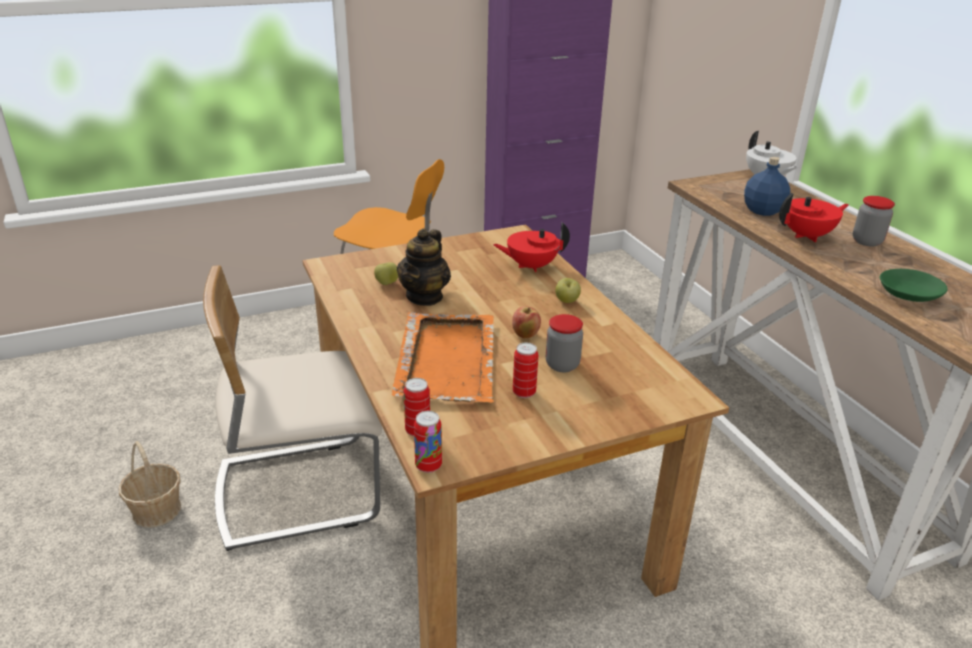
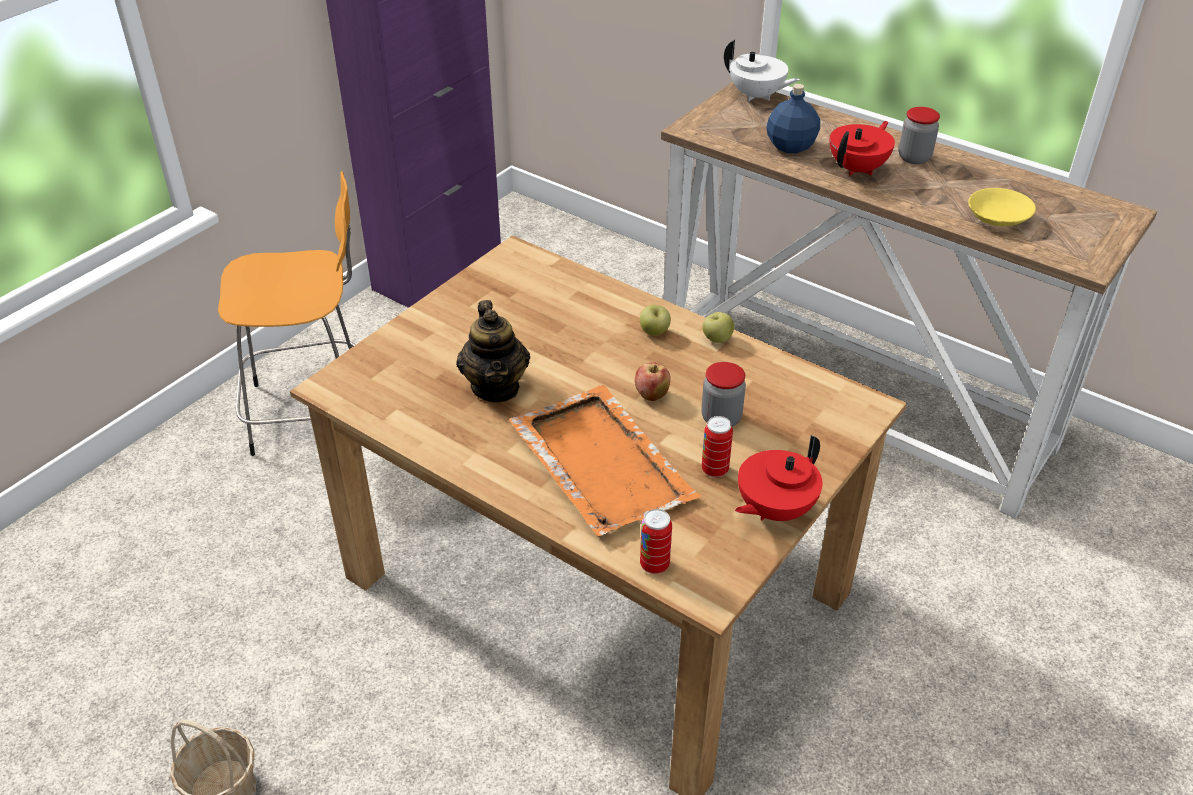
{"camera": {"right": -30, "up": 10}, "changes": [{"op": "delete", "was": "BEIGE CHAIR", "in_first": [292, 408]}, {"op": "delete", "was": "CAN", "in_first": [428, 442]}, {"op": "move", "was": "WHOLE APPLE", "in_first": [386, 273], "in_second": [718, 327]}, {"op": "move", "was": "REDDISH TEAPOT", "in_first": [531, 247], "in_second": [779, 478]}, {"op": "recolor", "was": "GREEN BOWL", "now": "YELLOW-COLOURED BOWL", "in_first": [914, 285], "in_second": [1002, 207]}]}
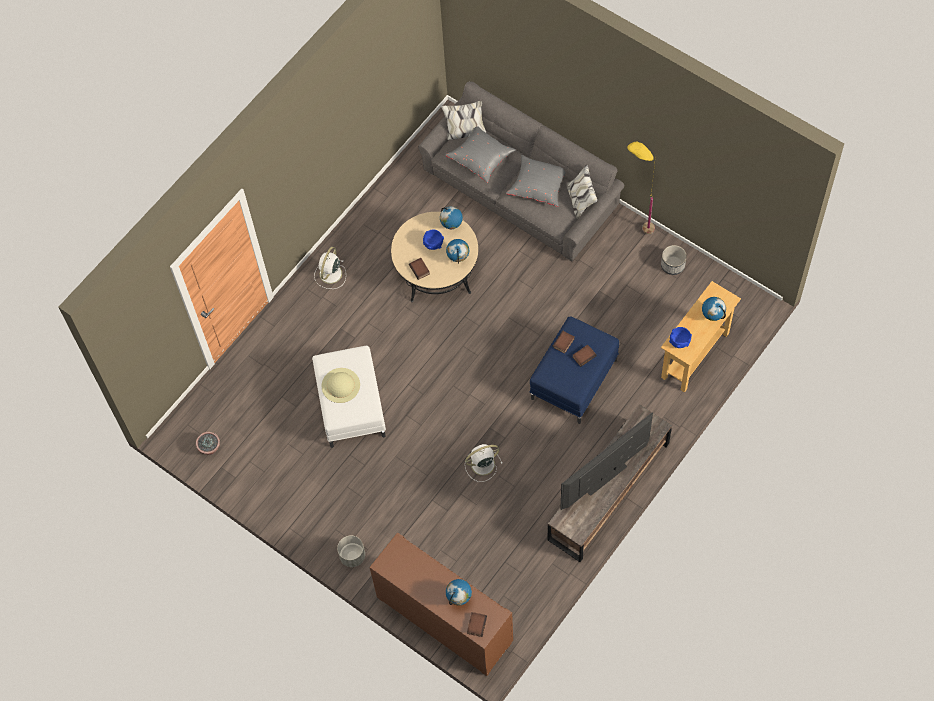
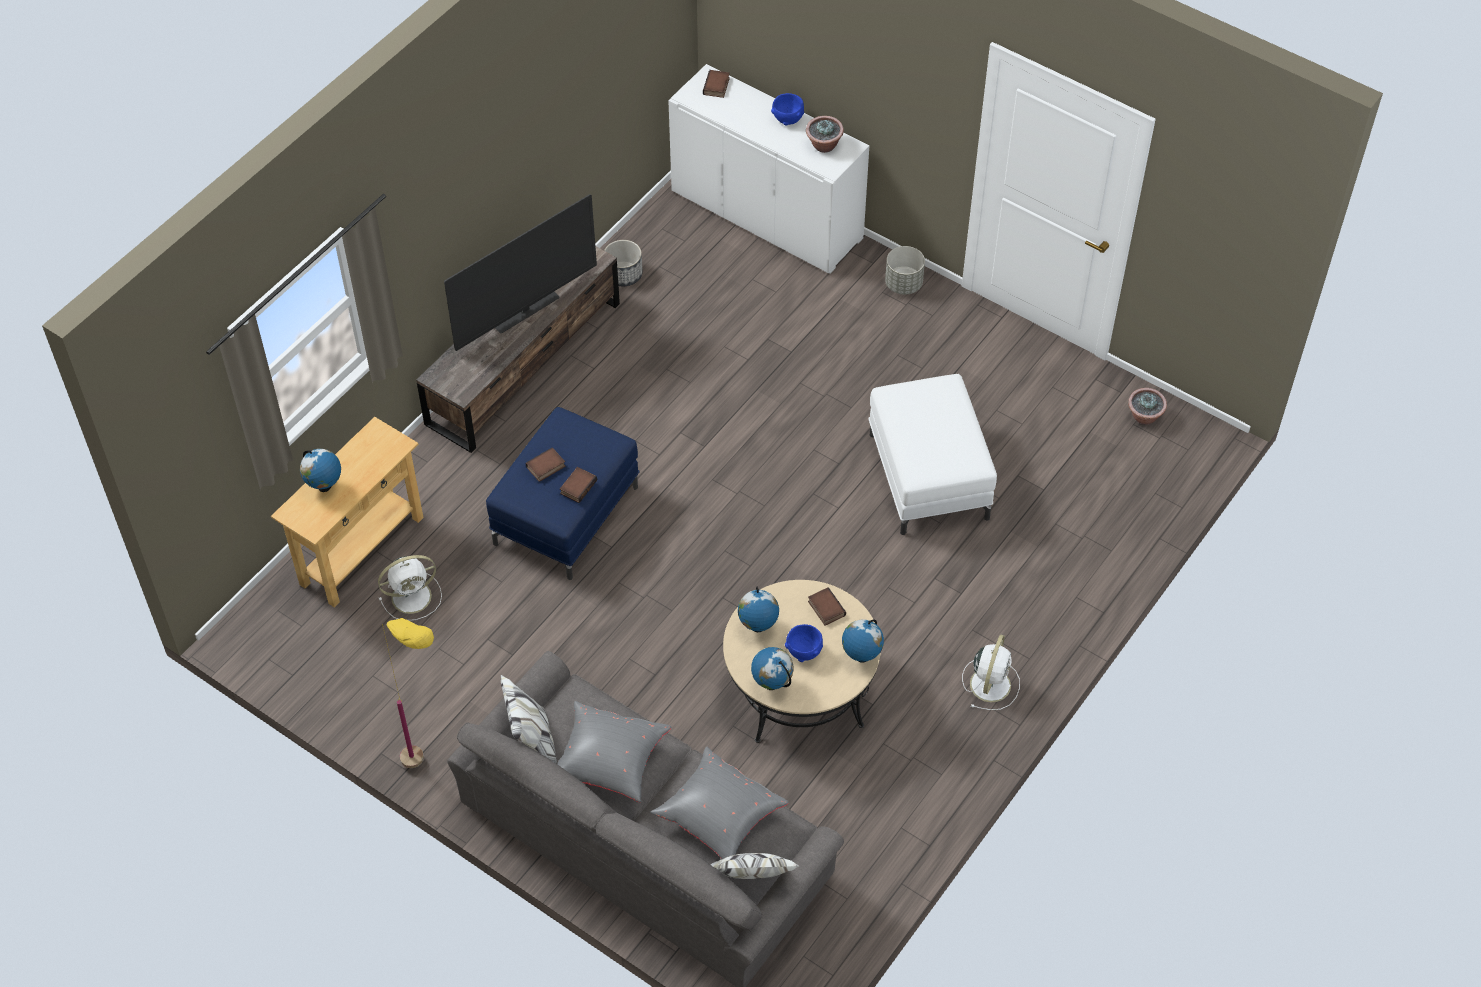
{"camera": {"right": 175, "up": -10}, "changes": [{"op": "delete", "was": "BEIGE CLOTHING HAT", "in_first": [340, 385]}, {"op": "insert", "now": "POTTED PLANT", "in_second": [825, 134]}, {"op": "move", "was": "DESK GLOBE", "in_first": [459, 592], "in_second": [863, 641]}, {"op": "move", "was": "WHITISH FAN", "in_first": [484, 463], "in_second": [410, 588]}, {"op": "move", "was": "FLOWER POT", "in_first": [674, 260], "in_second": [623, 263]}, {"op": "move", "was": "BLUE BOWL", "in_first": [680, 337], "in_second": [787, 109]}, {"op": "recolor", "was": "BROWN-COLOURED CUPBOARD", "now": "WHITISH CUPBOARD", "in_first": [441, 604], "in_second": [768, 169]}]}
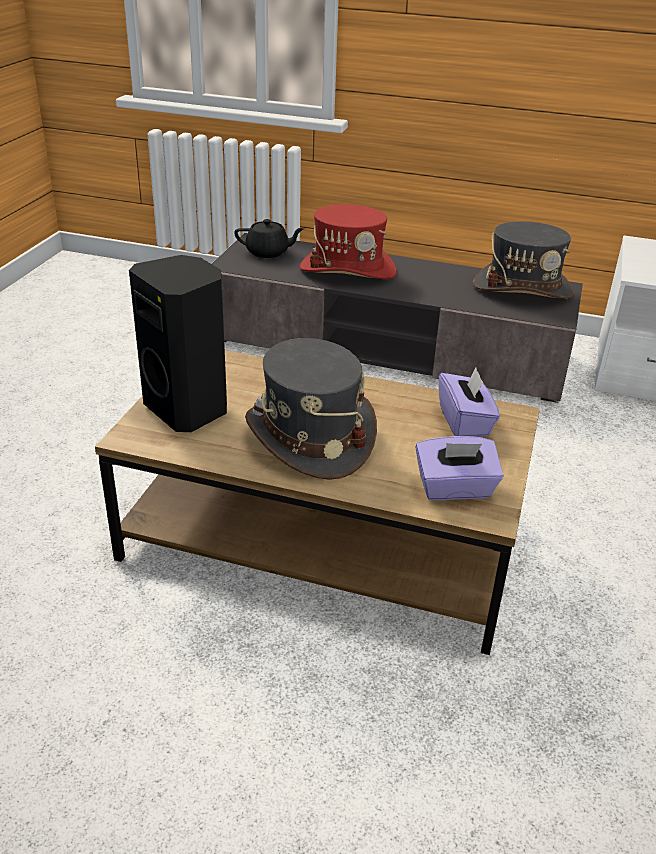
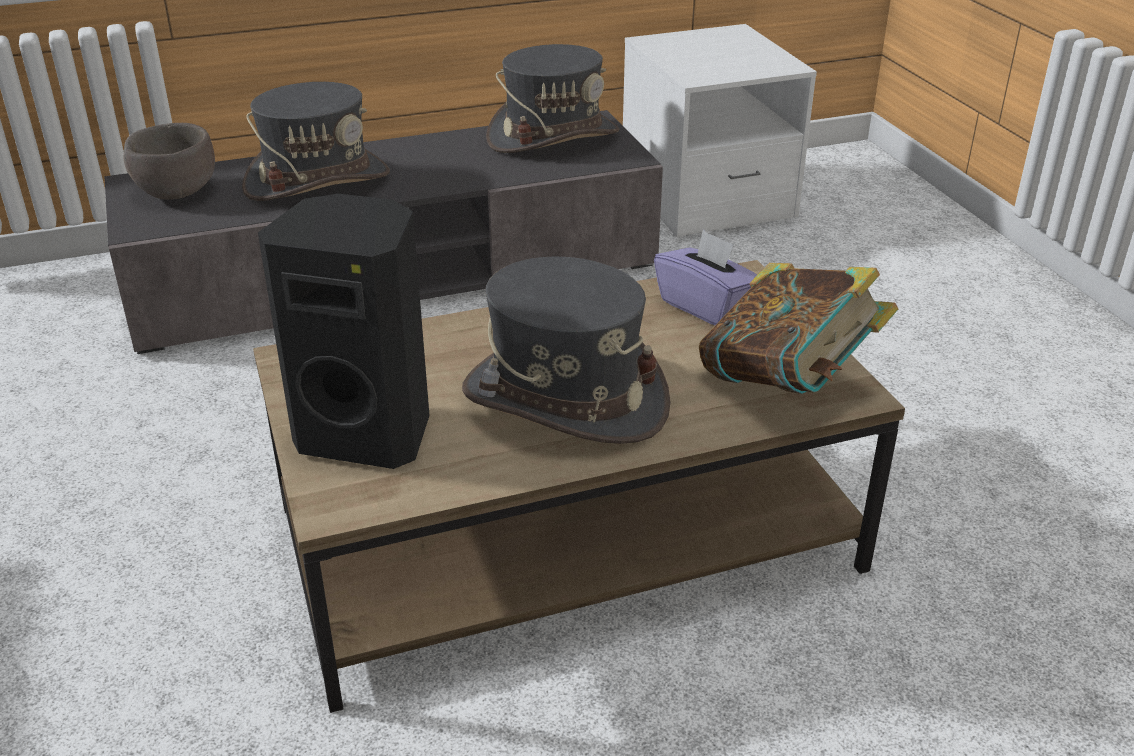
{"camera": {"right": -35, "up": 0}, "changes": [{"op": "replace", "was": "BLACK-COLOURED TEAPOT", "now": "BROWN-COLOURED BOWL", "in_first": [269, 238], "in_second": [169, 161]}, {"op": "replace", "was": "PURPLISH TISSUE BOX", "now": "VOLUME", "in_first": [459, 468], "in_second": [798, 328]}, {"op": "recolor", "was": "REDDISH CLOTHING HAT", "now": "GRAY CLOTHING HAT", "in_first": [348, 241], "in_second": [316, 141]}]}
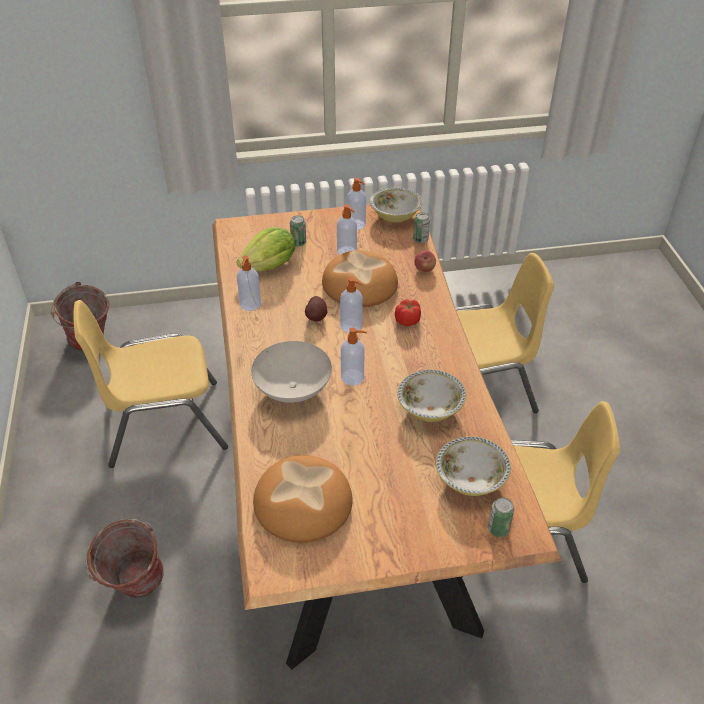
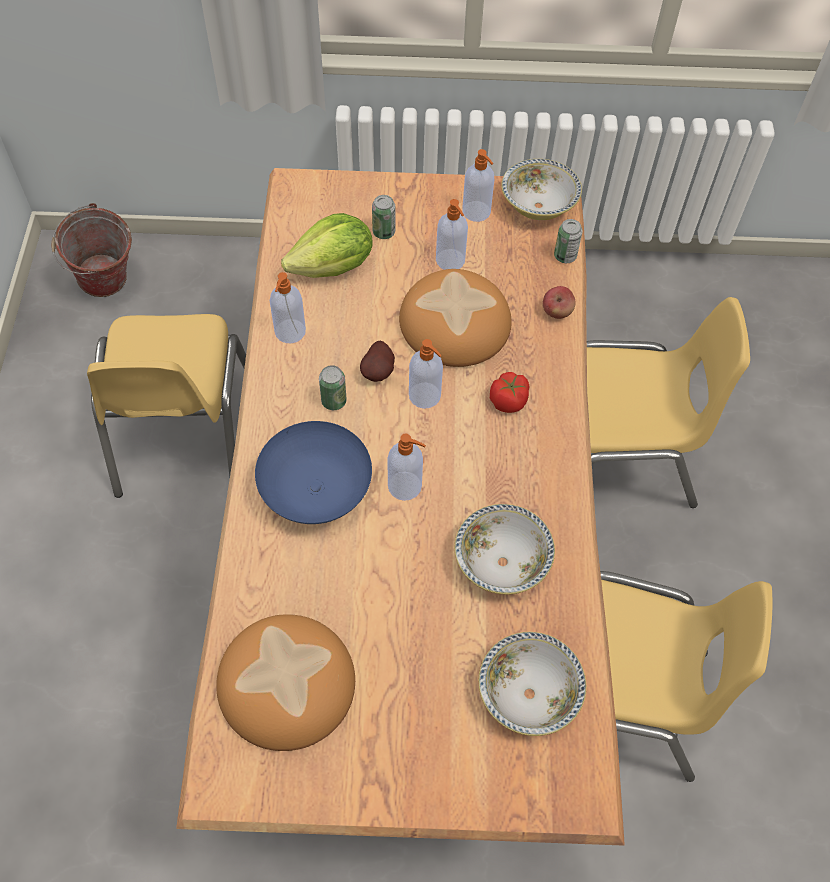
{"camera": {"right": 10, "up": 15}, "changes": [{"op": "delete", "was": "WATER BUCKET", "in_first": [124, 558]}, {"op": "move", "was": "CAN", "in_first": [501, 517], "in_second": [333, 387]}, {"op": "recolor", "was": "WHITISH BOWL", "now": "BLUE BOWL", "in_first": [291, 372], "in_second": [313, 472]}, {"op": "rotate", "was": "YELLOW-COLOURED CHAIR", "in_first": [151, 384], "in_second": [166, 406], "clockwise": -90}]}
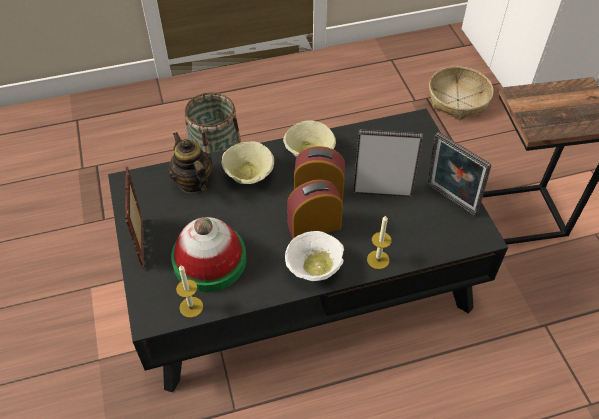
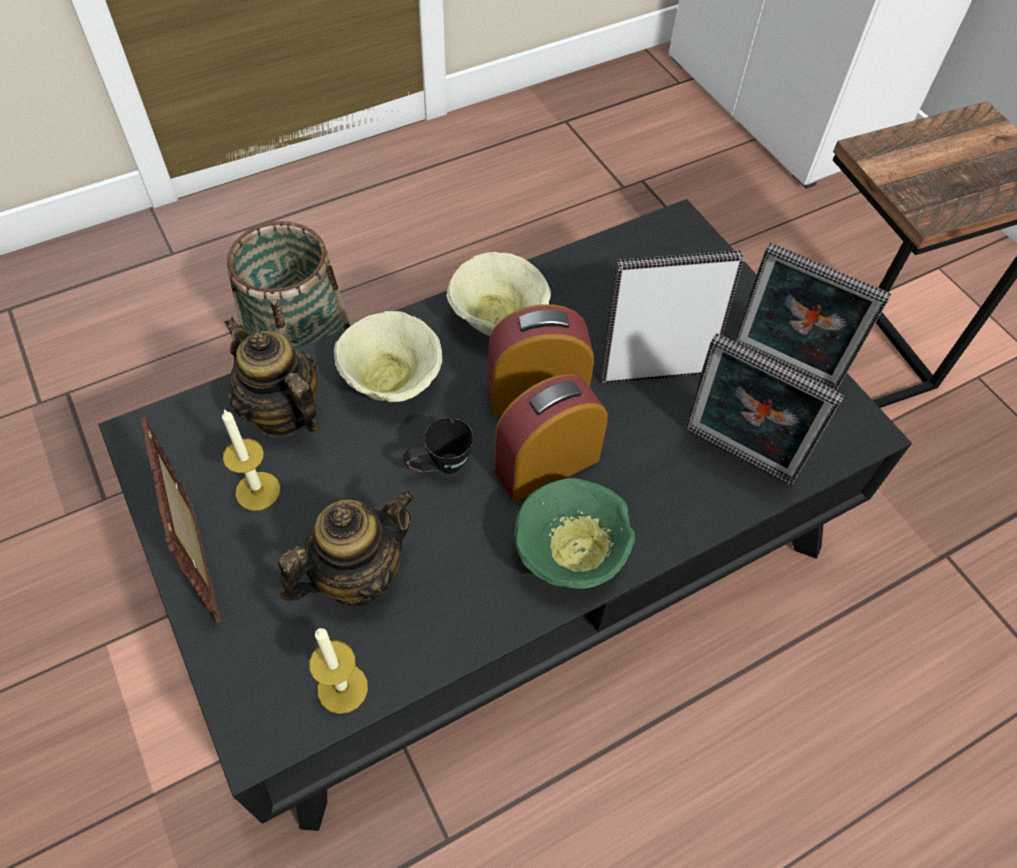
{"camera": {"right": -15, "up": 5}, "changes": [{"op": "delete", "was": "HOUSEHOLD BASKET", "in_first": [461, 93]}, {"op": "insert", "now": "BLACK-COLOURED MUG", "in_second": [438, 446]}, {"op": "insert", "now": "PHOTO FRAME", "in_second": [764, 409]}, {"op": "move", "was": "CANDLE", "in_first": [379, 242], "in_second": [251, 460]}, {"op": "replace", "was": "CLOTHING HAT", "now": "TEAPOT", "in_first": [209, 254], "in_second": [346, 548]}, {"op": "recolor", "was": "WHITISH BOWL", "now": "GREEN BOWL", "in_first": [314, 256], "in_second": [574, 533]}]}
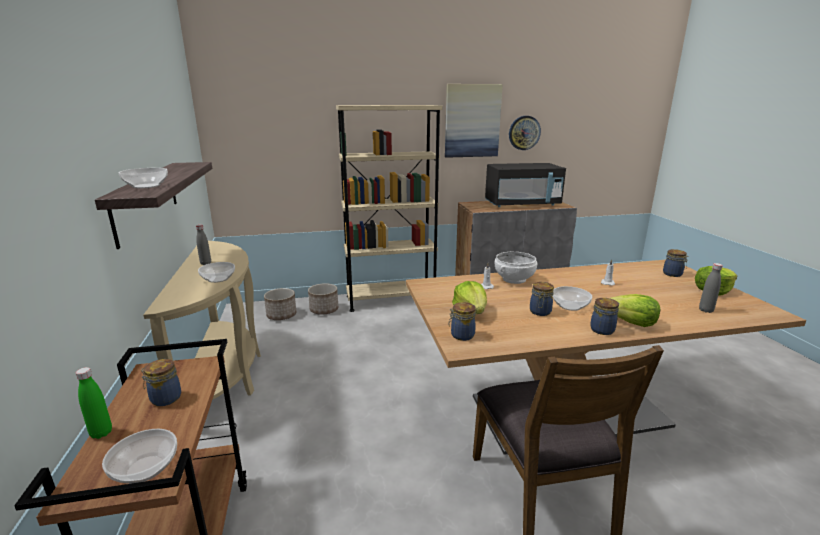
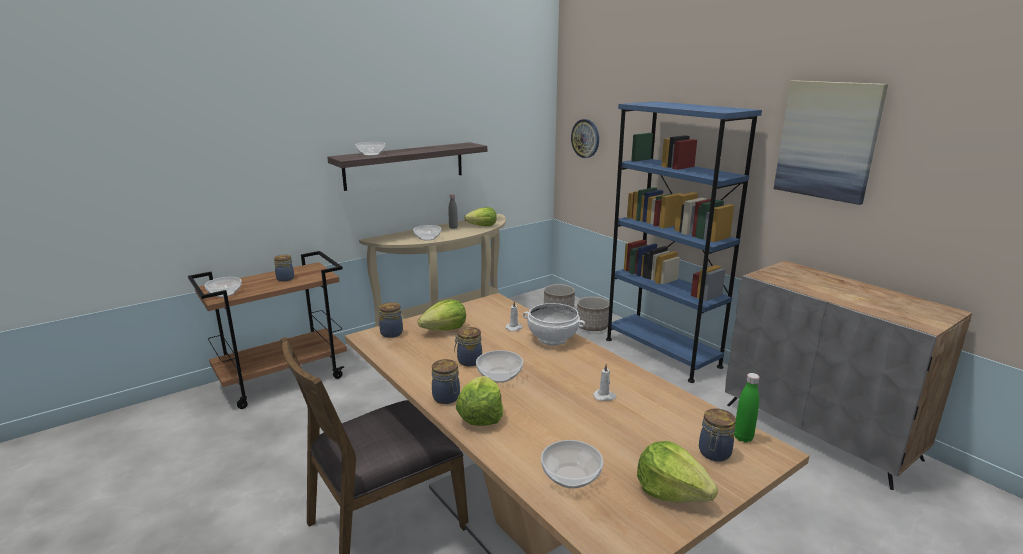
{"camera": {"right": 65, "up": 0}, "changes": [{"op": "delete", "was": "BLACK-COLOURED MICROWAVE OVEN", "in_first": [525, 185]}, {"op": "insert", "now": "LETTUCE HEAD", "in_second": [480, 216]}, {"op": "move", "was": "GREEN DRINK BOTTLE", "in_first": [94, 403], "in_second": [747, 407]}, {"op": "move", "was": "WALL CLOCK", "in_first": [525, 133], "in_second": [585, 138]}, {"op": "replace", "was": "GRAY DRINK BOTTLE", "now": "BOWL", "in_first": [711, 288], "in_second": [572, 464]}, {"op": "recolor", "was": "BEIGE BOOKSHELF", "now": "BLUE BOOKSHELF", "in_first": [389, 208], "in_second": [684, 242]}]}
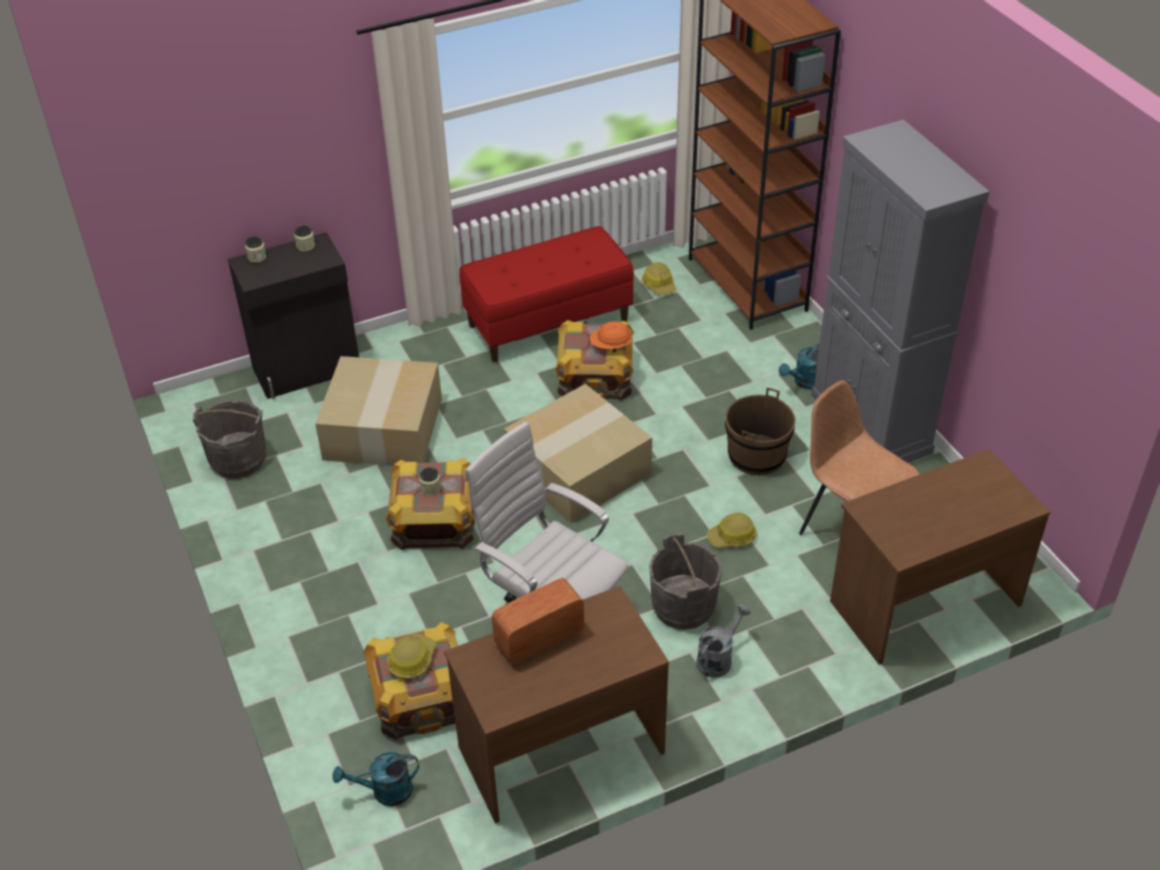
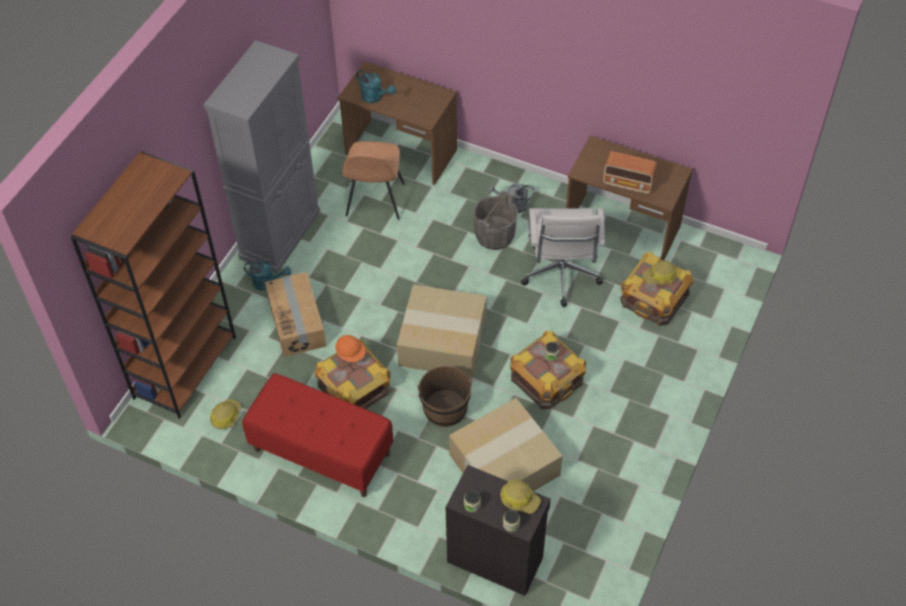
{"camera": {"right": -130, "up": 10}, "changes": [{"op": "delete", "was": "GRAY WATER BUCKET", "in_first": [229, 439]}, {"op": "insert", "now": "PACKING BOX", "in_second": [295, 314]}, {"op": "move", "was": "TURQUOISE WATERING CAN", "in_first": [375, 779], "in_second": [376, 86]}, {"op": "move", "was": "SAFETY HELMET", "in_first": [731, 530], "in_second": [520, 496]}, {"op": "move", "was": "BROWN-COLOURED WATER BUCKET", "in_first": [760, 431], "in_second": [444, 396]}]}
